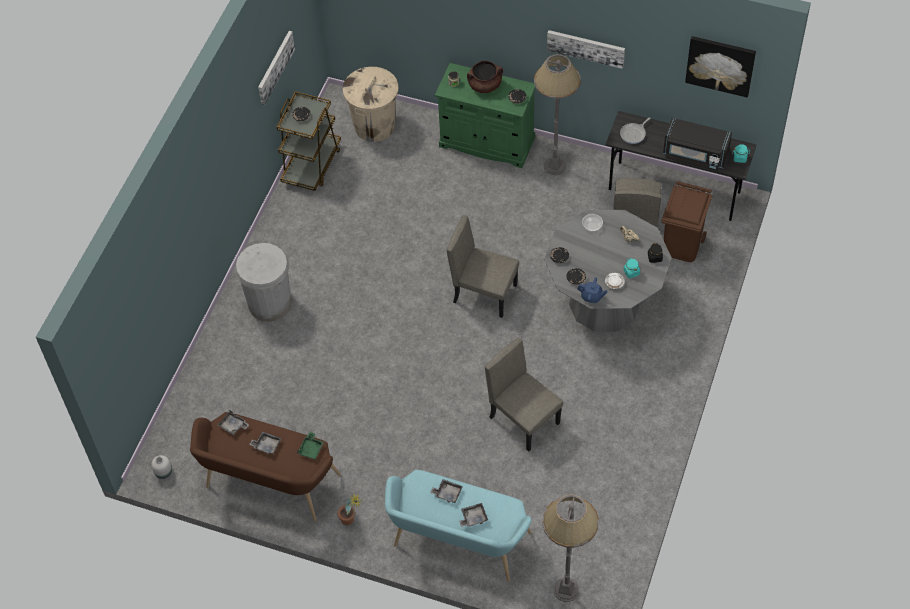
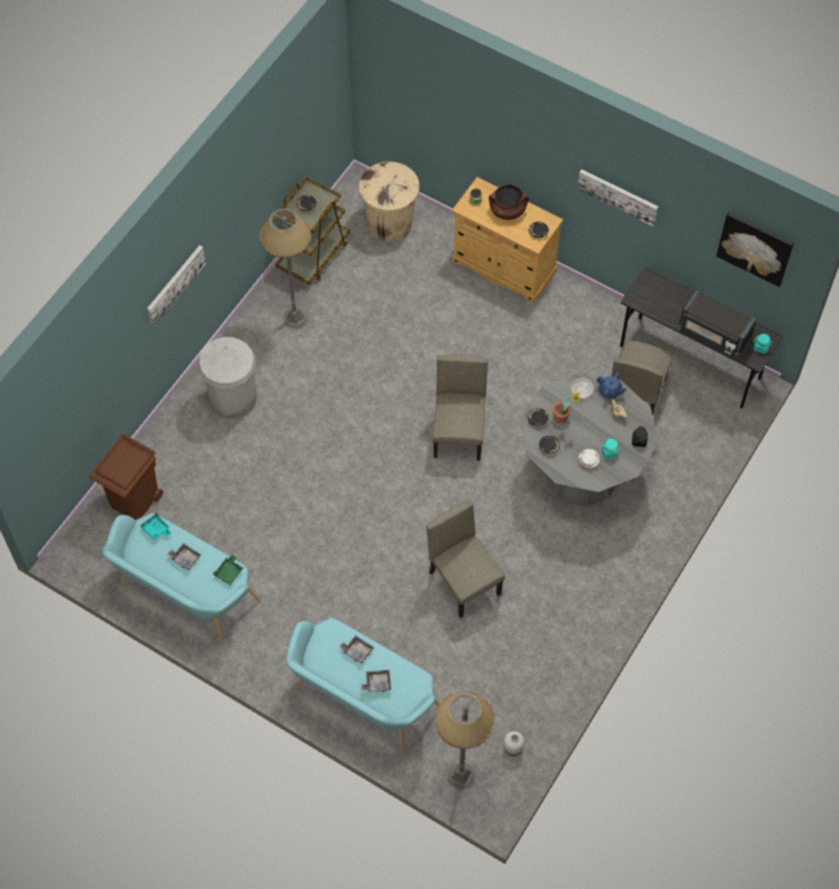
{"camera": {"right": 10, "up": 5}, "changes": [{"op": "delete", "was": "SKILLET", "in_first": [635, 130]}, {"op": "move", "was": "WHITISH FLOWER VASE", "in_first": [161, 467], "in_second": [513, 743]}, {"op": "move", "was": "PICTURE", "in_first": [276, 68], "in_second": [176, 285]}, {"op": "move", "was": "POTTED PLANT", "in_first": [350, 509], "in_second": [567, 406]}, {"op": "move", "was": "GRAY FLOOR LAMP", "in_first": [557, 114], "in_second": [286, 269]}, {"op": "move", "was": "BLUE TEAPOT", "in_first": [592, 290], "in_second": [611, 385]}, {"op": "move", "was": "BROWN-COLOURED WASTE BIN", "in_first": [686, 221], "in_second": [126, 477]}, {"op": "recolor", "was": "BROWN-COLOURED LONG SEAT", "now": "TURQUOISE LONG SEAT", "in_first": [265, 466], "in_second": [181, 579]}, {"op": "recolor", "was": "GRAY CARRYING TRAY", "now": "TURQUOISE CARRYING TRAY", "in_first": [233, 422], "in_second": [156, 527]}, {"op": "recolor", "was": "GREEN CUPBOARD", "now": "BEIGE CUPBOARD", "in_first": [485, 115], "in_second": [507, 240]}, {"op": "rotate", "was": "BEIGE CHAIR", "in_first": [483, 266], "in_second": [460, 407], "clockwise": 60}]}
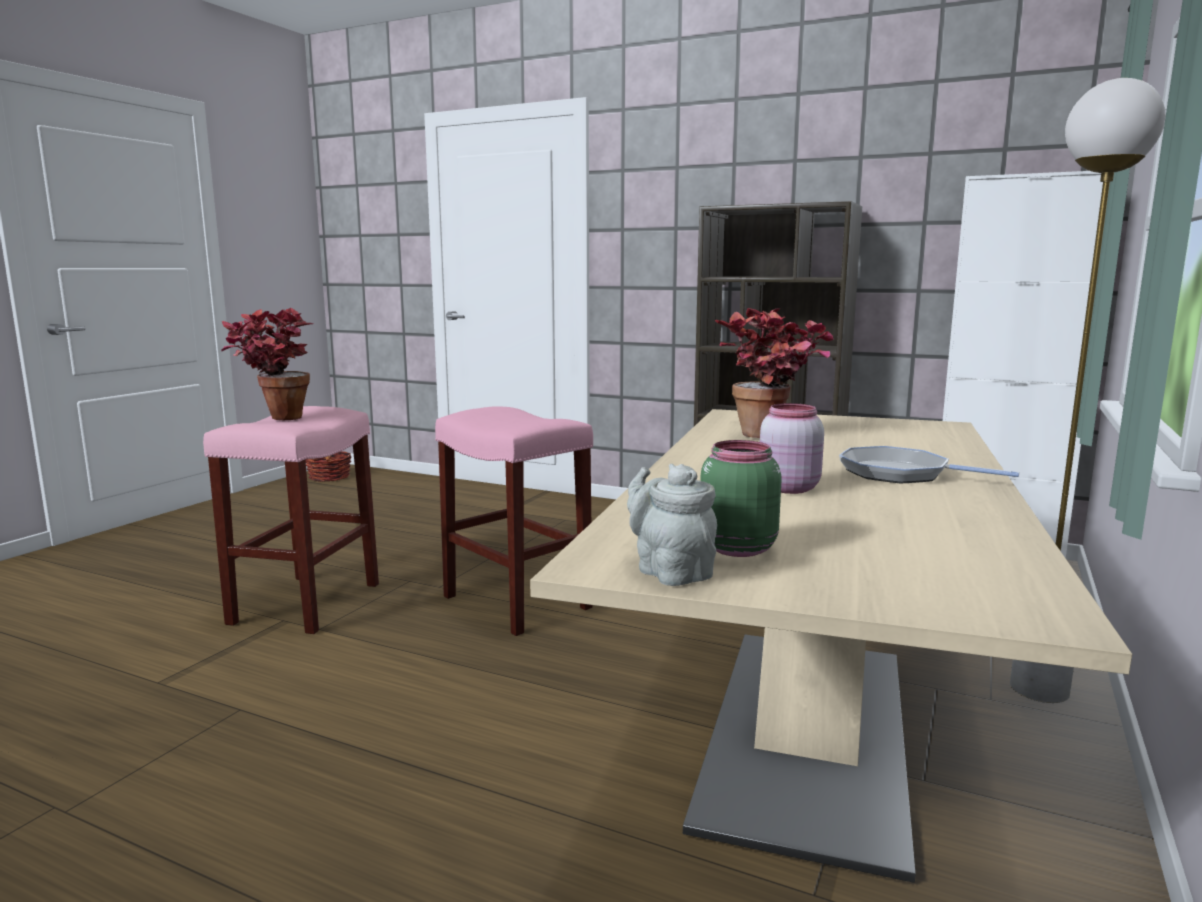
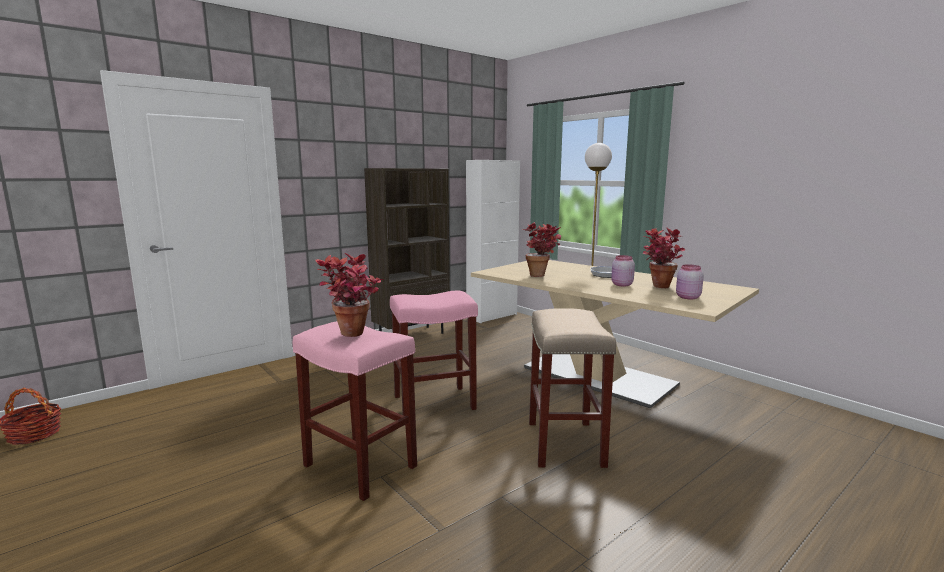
{"camera": {"right": -65, "up": 0}, "changes": [{"op": "delete", "was": "GRAY TEAPOT", "in_first": [672, 525]}, {"op": "insert", "now": "BEIGE SITTING STOOL", "in_second": [572, 388]}, {"op": "insert", "now": "POTTED PLANT", "in_second": [664, 258]}, {"op": "recolor", "was": "GREEN STORAGE JAR", "now": "PINK-COLOURED STORAGE JAR", "in_first": [741, 498], "in_second": [690, 281]}]}
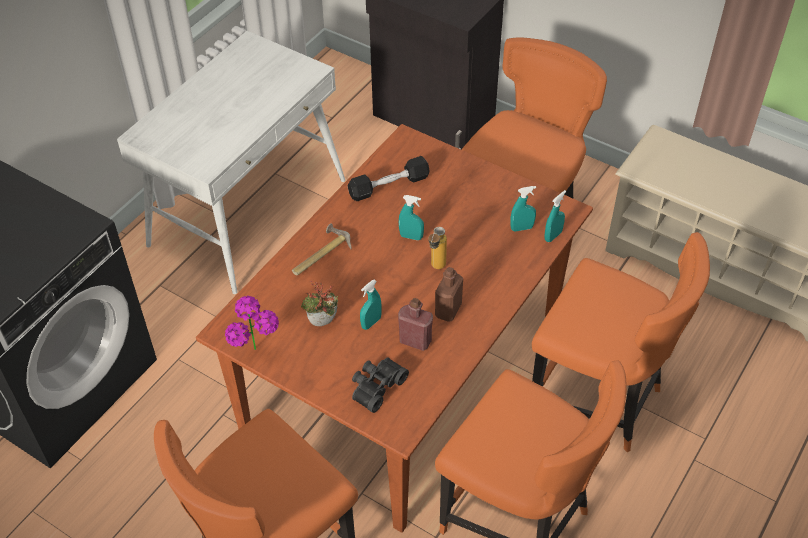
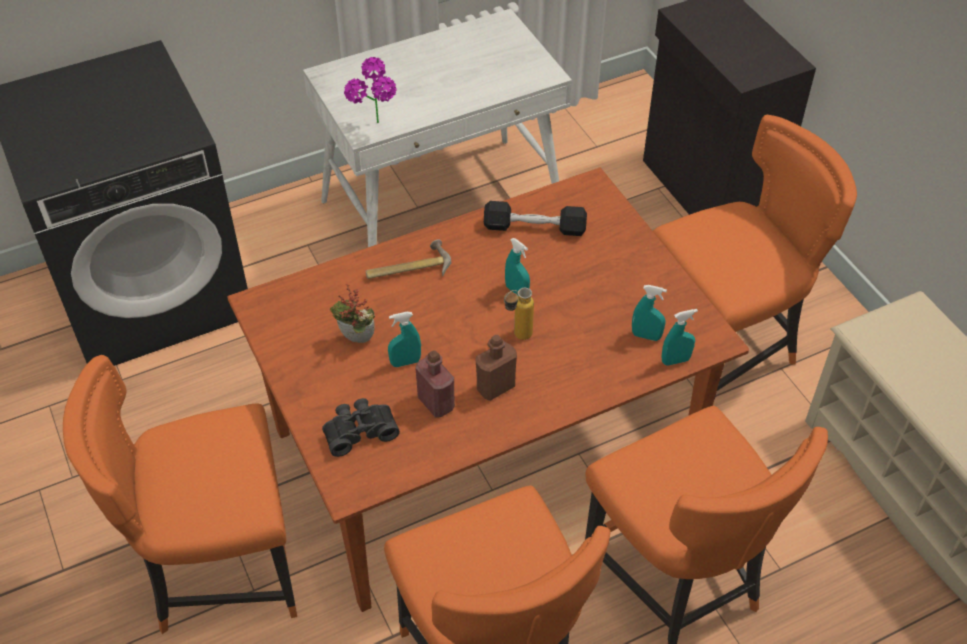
{"camera": {"right": 30, "up": 0}, "changes": [{"op": "move", "was": "POTTED PLANT", "in_first": [252, 322], "in_second": [370, 90]}]}
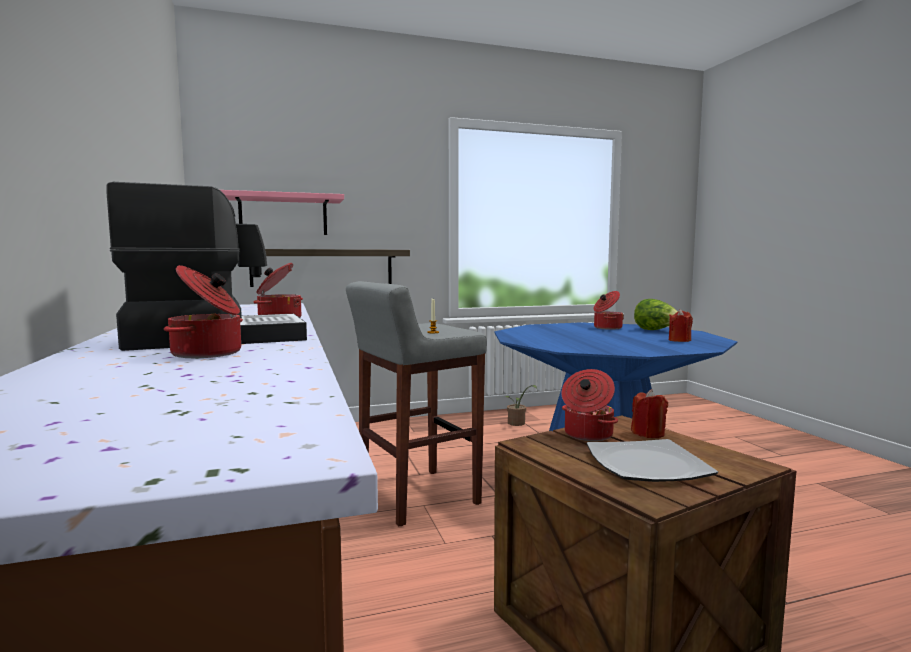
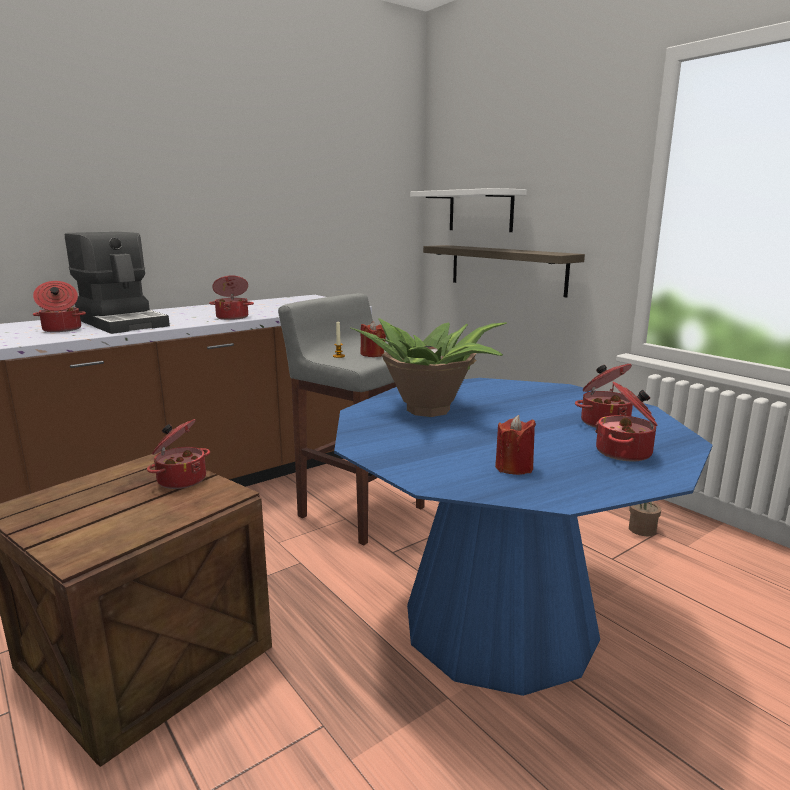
{"camera": {"right": 70, "up": 10}, "changes": [{"op": "delete", "was": "DINNER PLATE", "in_first": [652, 460]}, {"op": "insert", "now": "POTTED PLANT", "in_second": [428, 367]}, {"op": "move", "was": "REDDISH CANDLE", "in_first": [649, 413], "in_second": [373, 339]}, {"op": "replace", "was": "LETTUCE HEAD", "now": "COOKING POT", "in_first": [656, 314], "in_second": [626, 421]}, {"op": "recolor", "was": "PINK-COLOURED BRACKET SHELF", "now": "WHITISH BRACKET SHELF", "in_first": [282, 212], "in_second": [468, 210]}]}
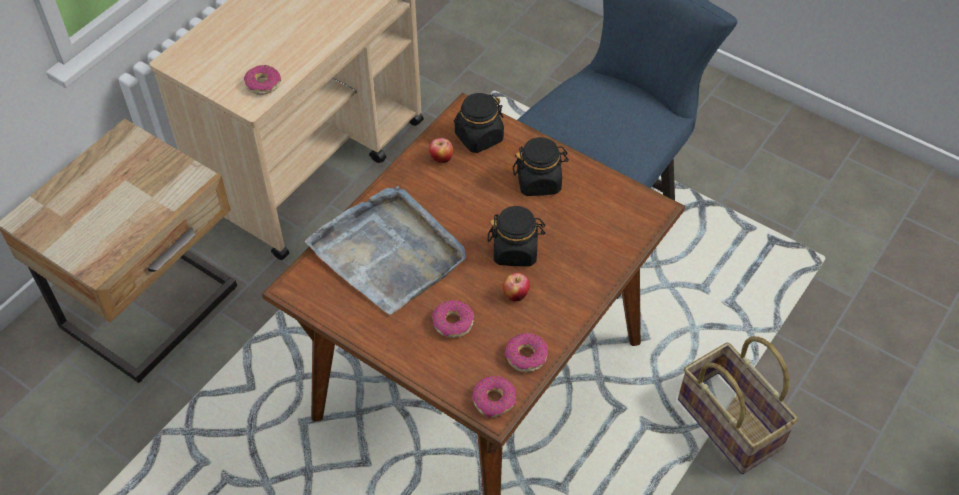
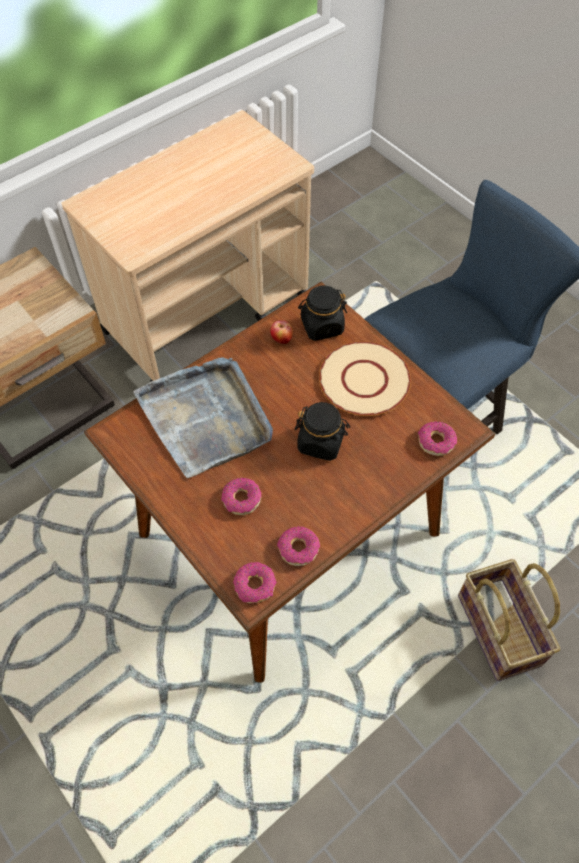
{"camera": {"right": 15, "up": 5}, "changes": [{"op": "delete", "was": "WHOLE APPLE", "in_first": [516, 287]}, {"op": "move", "was": "RING DOUGHNUT", "in_first": [262, 79], "in_second": [437, 438]}, {"op": "replace", "was": "BLACK-COLOURED STORAGE JAR", "now": "BEIGE DINNER PLATE", "in_first": [541, 166], "in_second": [365, 378]}]}
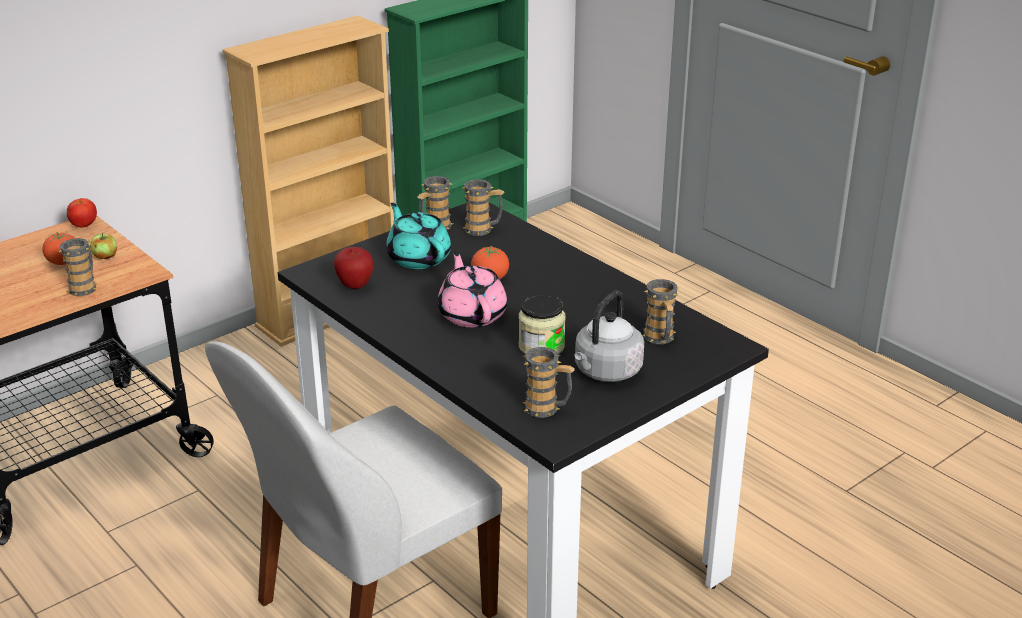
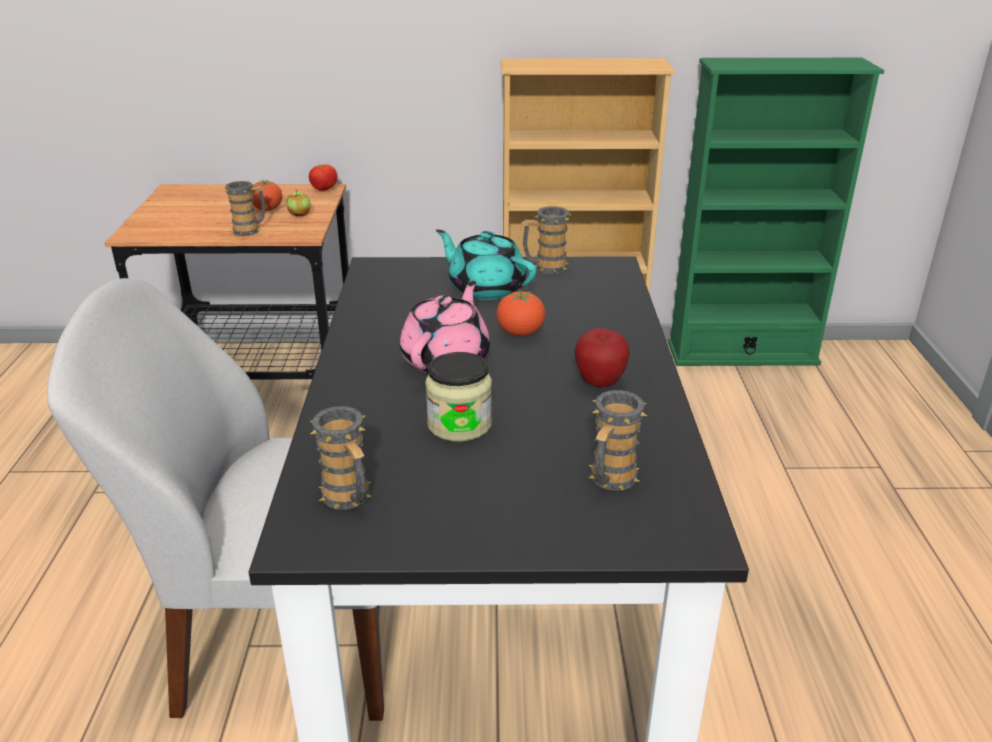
{"camera": {"right": 40, "up": 0}, "changes": [{"op": "delete", "was": "MUG", "in_first": [483, 207]}, {"op": "delete", "was": "GRAY WATER KETTLE", "in_first": [609, 336]}, {"op": "move", "was": "WHOLE APPLE", "in_first": [354, 268], "in_second": [602, 357]}, {"op": "rotate", "was": "TURQUOISE TEAPOT", "in_first": [418, 236], "in_second": [486, 265], "clockwise": -60}]}
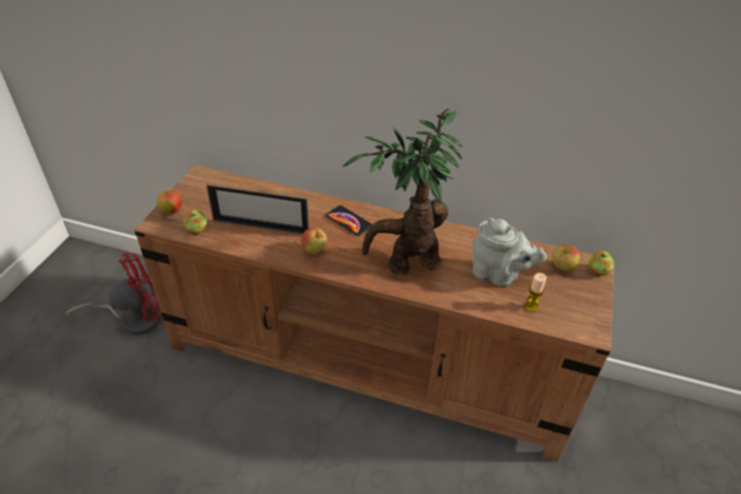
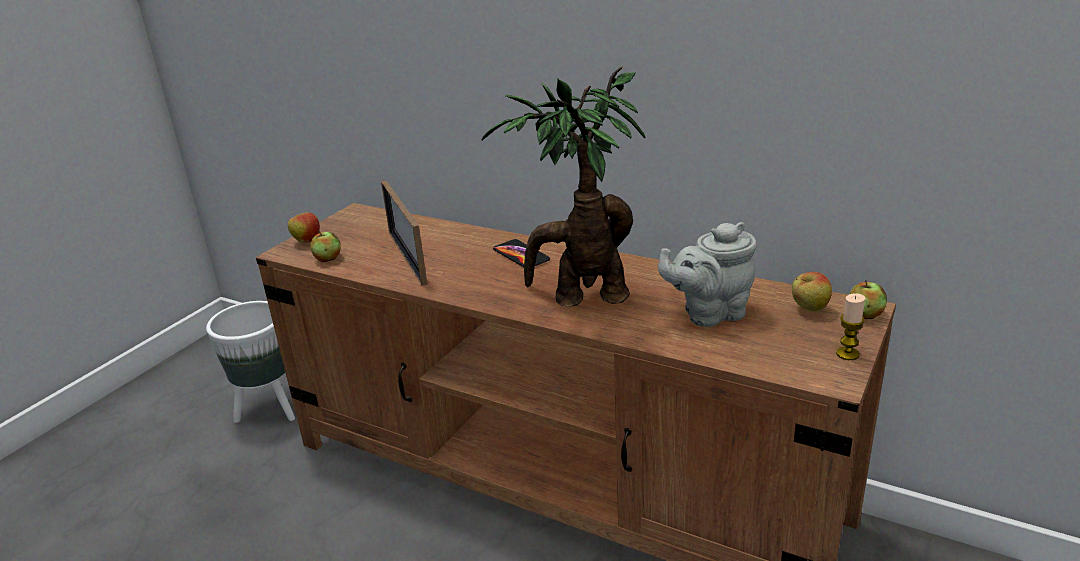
{"camera": {"right": 15, "up": -15}, "changes": [{"op": "delete", "was": "WHOLE APPLE", "in_first": [314, 240]}, {"op": "move", "was": "CANDLE", "in_first": [535, 292], "in_second": [850, 326]}, {"op": "replace", "was": "REDDISH FAN", "now": "WHITISH FLOWER POT", "in_first": [113, 294], "in_second": [250, 362]}, {"op": "rotate", "was": "PHOTO FRAME", "in_first": [258, 208], "in_second": [404, 233], "clockwise": 45}, {"op": "rotate", "was": "GRAY TEAPOT", "in_first": [509, 252], "in_second": [707, 274], "clockwise": 120}]}
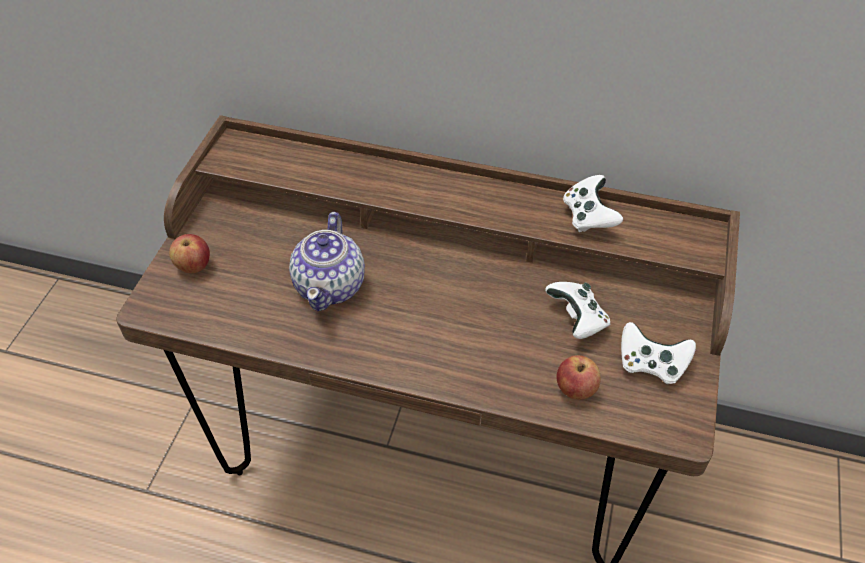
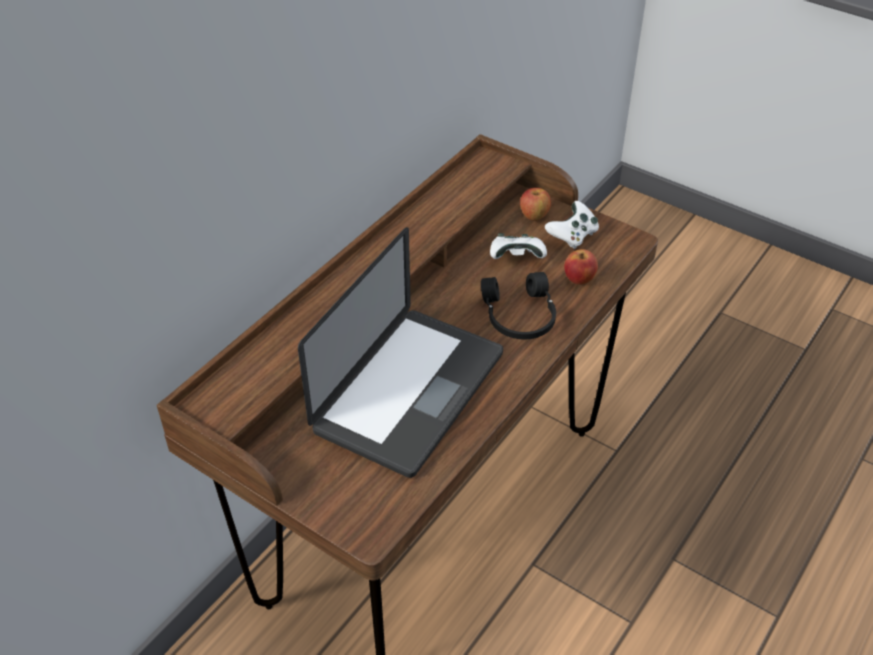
{"camera": {"right": -70, "up": -5}, "changes": [{"op": "delete", "was": "WHITISH JOYPAD", "in_first": [593, 203]}, {"op": "insert", "now": "BLACK-COLOURED HEADSET", "in_second": [518, 305]}, {"op": "move", "was": "WHOLE APPLE", "in_first": [189, 253], "in_second": [535, 204]}, {"op": "replace", "was": "TEAPOT", "now": "NOTEBOOK COMPUTER", "in_first": [327, 261], "in_second": [400, 352]}]}
